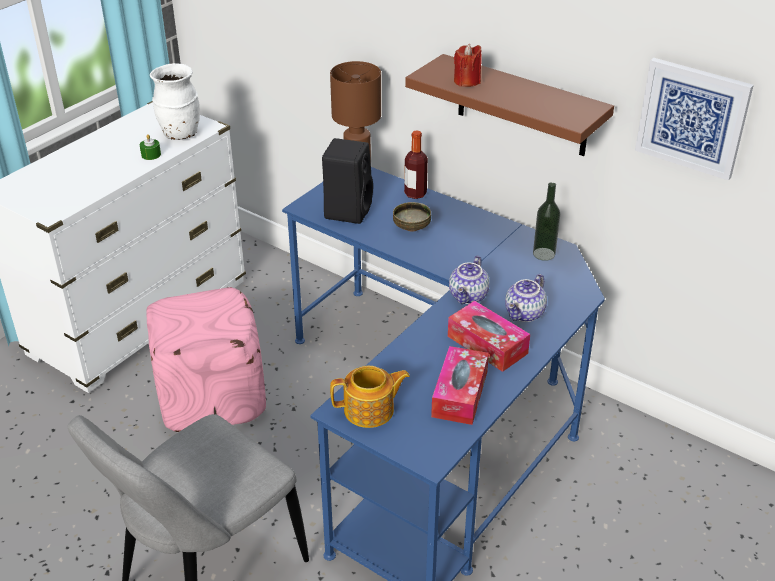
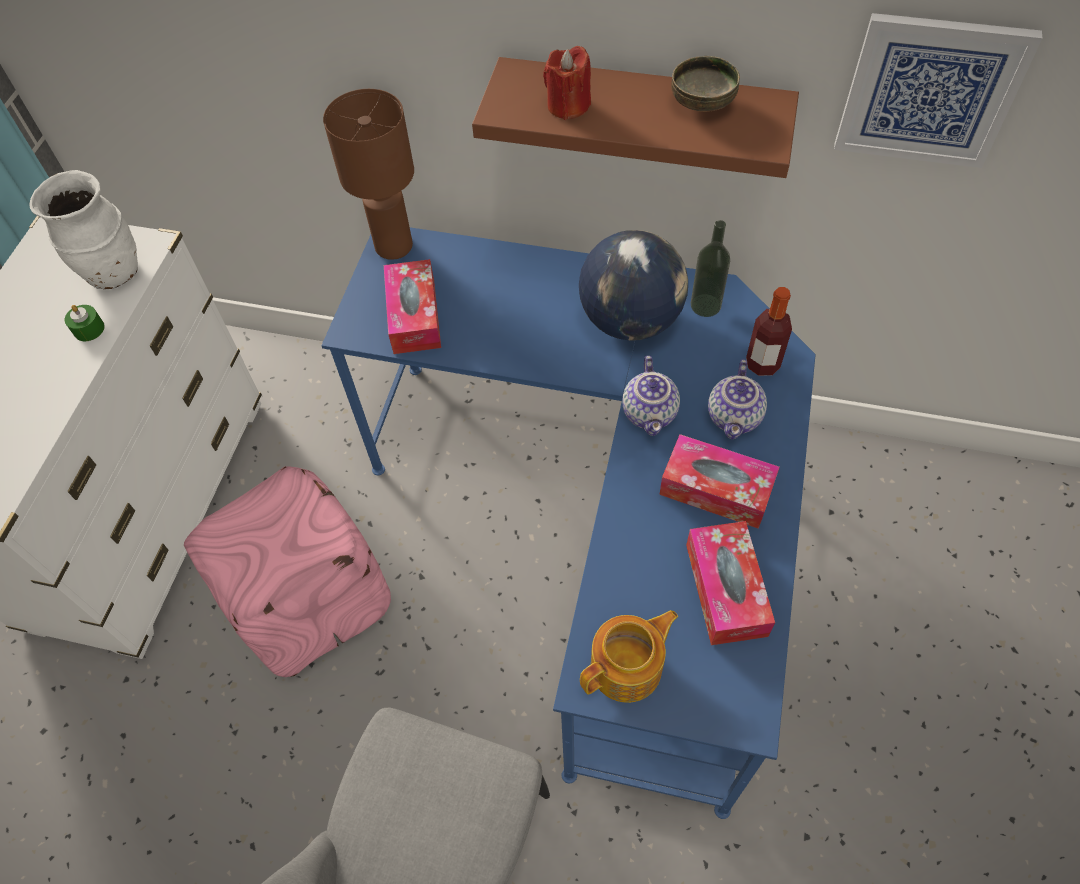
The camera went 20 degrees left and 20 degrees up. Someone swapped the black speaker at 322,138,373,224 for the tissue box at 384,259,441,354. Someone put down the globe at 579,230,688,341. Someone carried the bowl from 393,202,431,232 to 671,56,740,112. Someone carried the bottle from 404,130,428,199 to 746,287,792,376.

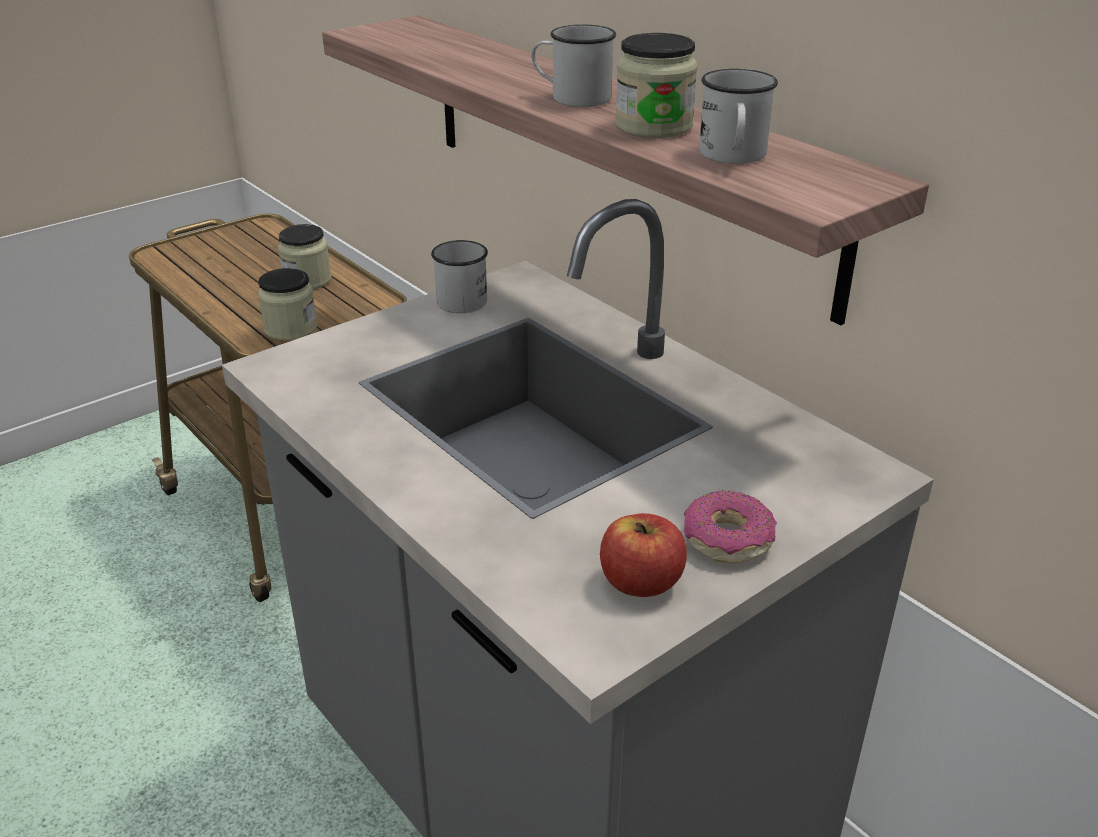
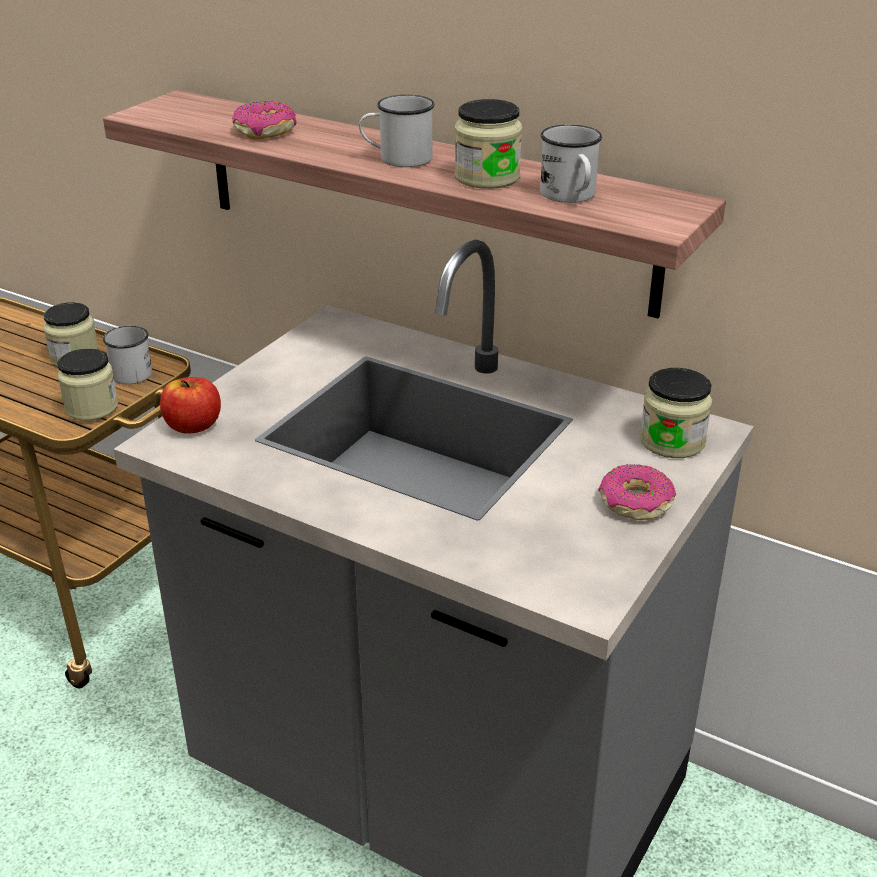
The camera went 20 degrees left and 0 degrees up. Someone carried the white mug from 431,240,488,313 to 103,326,152,384. Someone carried the apple from 600,513,687,597 to 160,377,221,434. Someone put down the donut at 232,101,297,139. Someone put down the jar at 640,368,712,458.

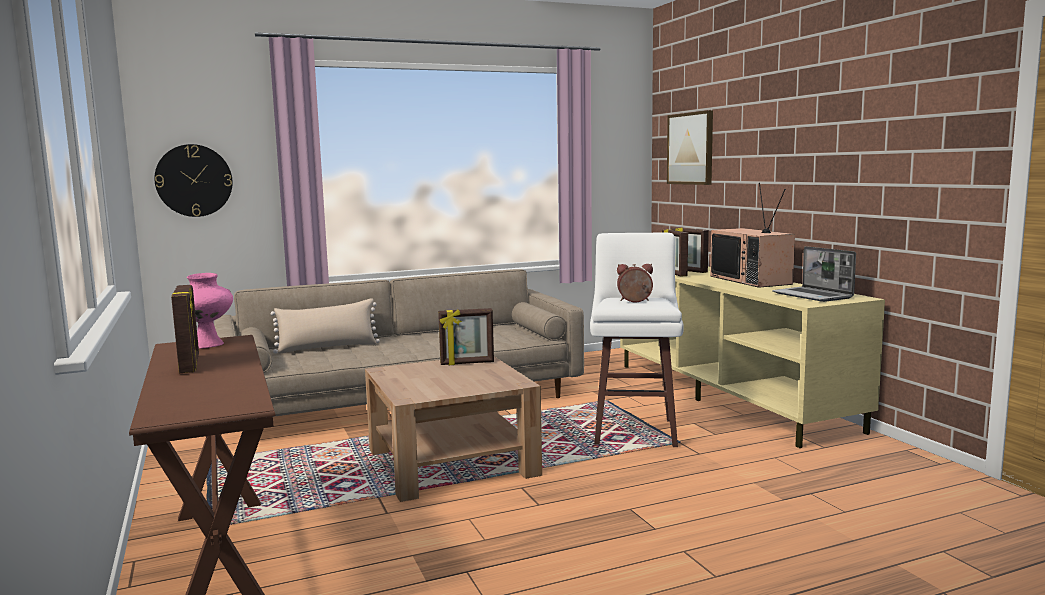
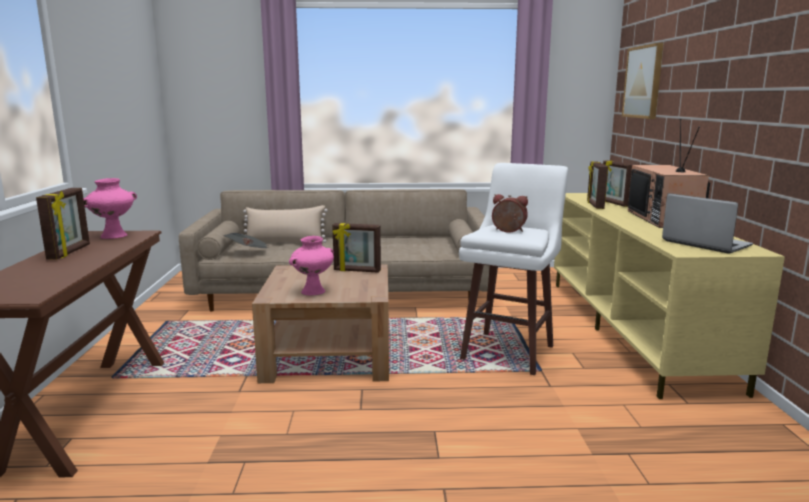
The camera went 20 degrees right and 5 degrees up. Someone put down the newspaper at 223,233,268,248. Someone put down the pink vase at 289,236,334,295. Someone rotated the laptop at 772,246,856,302 by 150 degrees clockwise. Someone took away the wall clock at 154,144,233,217.

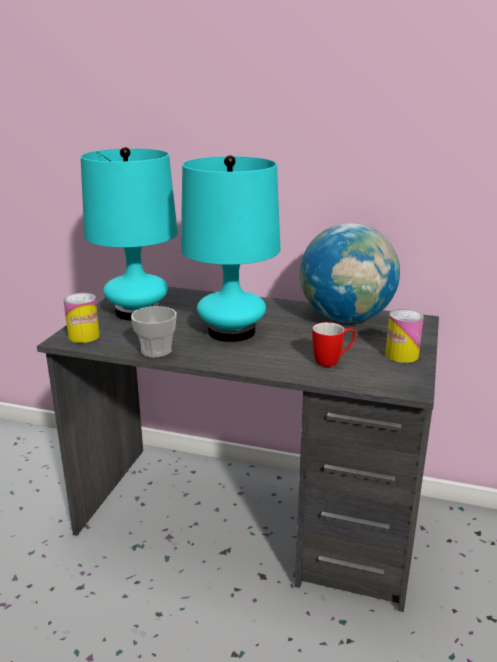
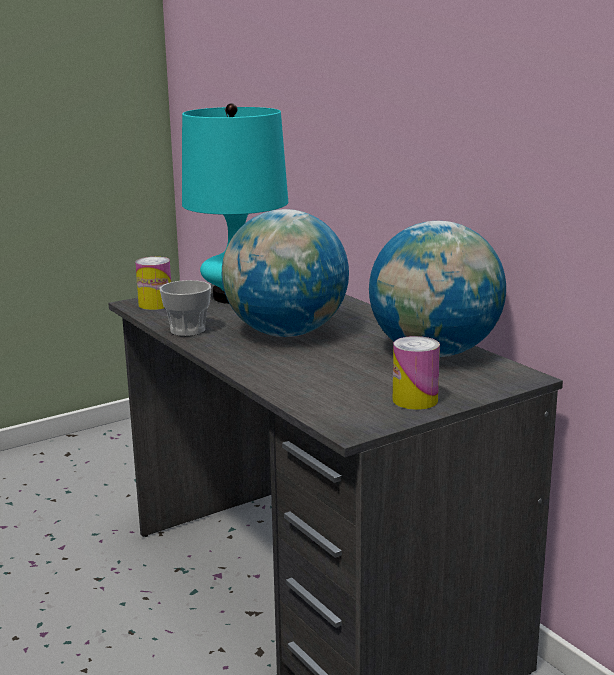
The camera went 40 degrees right and 5 degrees down. Someone swapped the turquoise table lamp at 181,155,280,342 for the globe at 222,209,349,337. Someone took away the mug at 312,322,356,367.

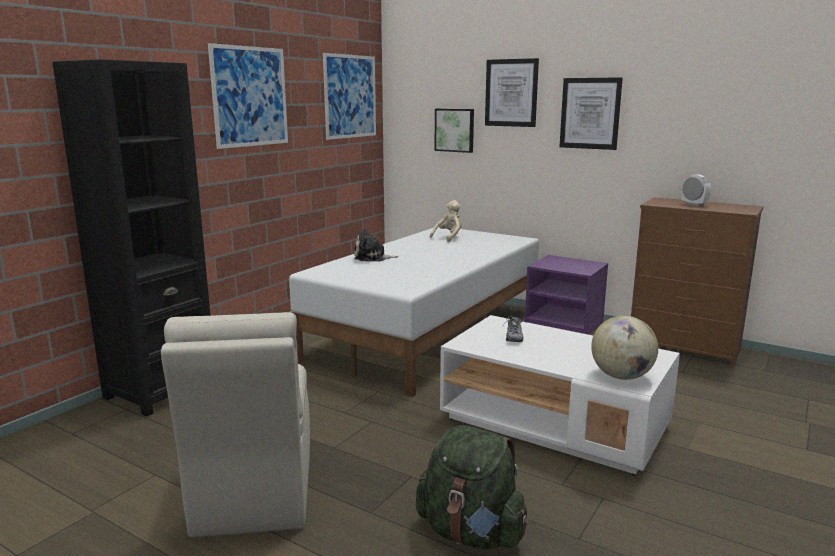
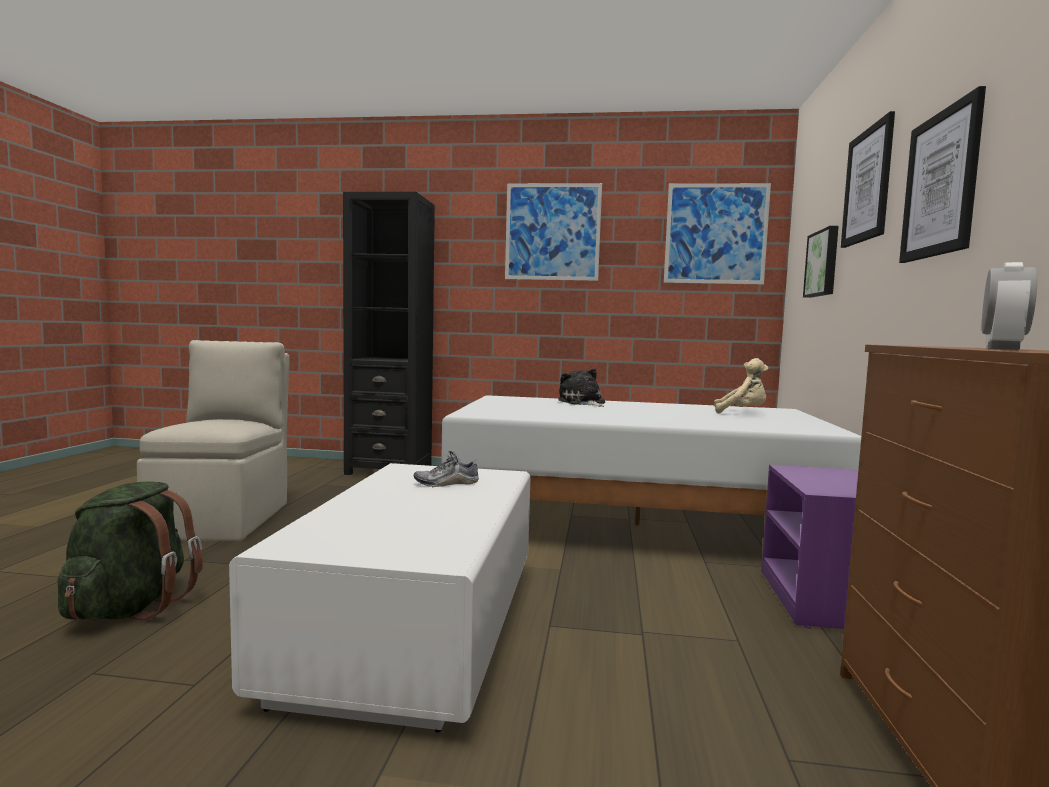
The camera went 65 degrees right and 10 degrees down. Someone rotated the beige chair at 161,312,310,537 by 120 degrees clockwise. Someone took away the globe at 591,316,658,380.

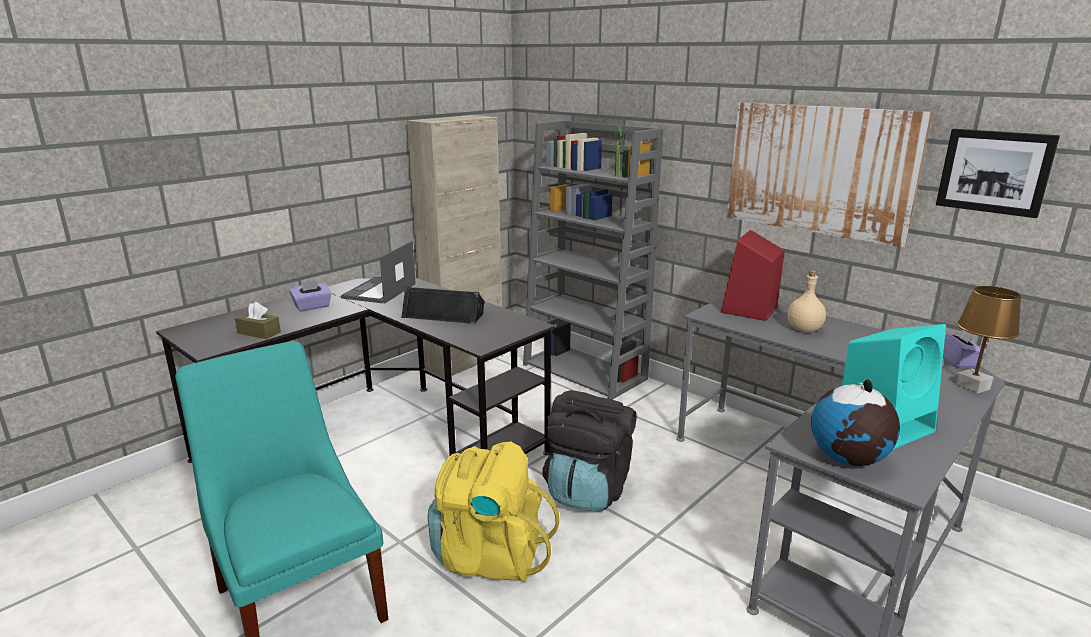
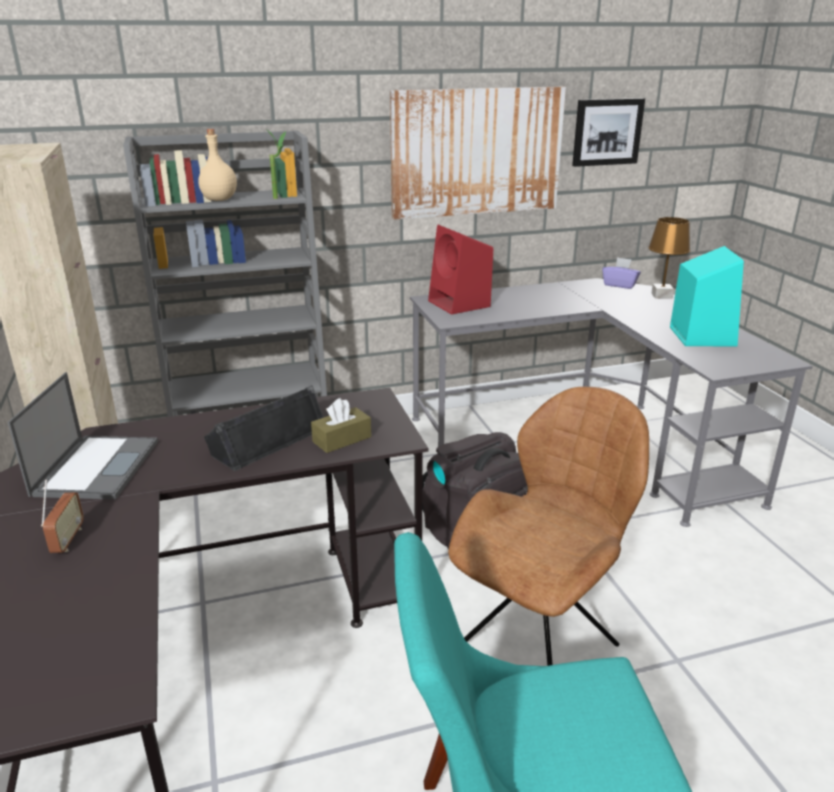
The camera went 60 degrees left and 5 degrees up. Someone rotated the laptop at 341,241,416,304 by 135 degrees counterclockwise. Someone swapped the purple tissue box at 289,281,331,312 for the radio at 41,480,84,553. Someone carried the beige bottle from 787,270,826,332 to 198,129,237,201. Someone carried the brown tissue box from 235,302,281,339 to 311,398,371,453. Someone swapped the yellow backpack at 427,442,559,582 for the brown chair at 448,387,649,666. Someone took away the globe at 811,379,900,466.

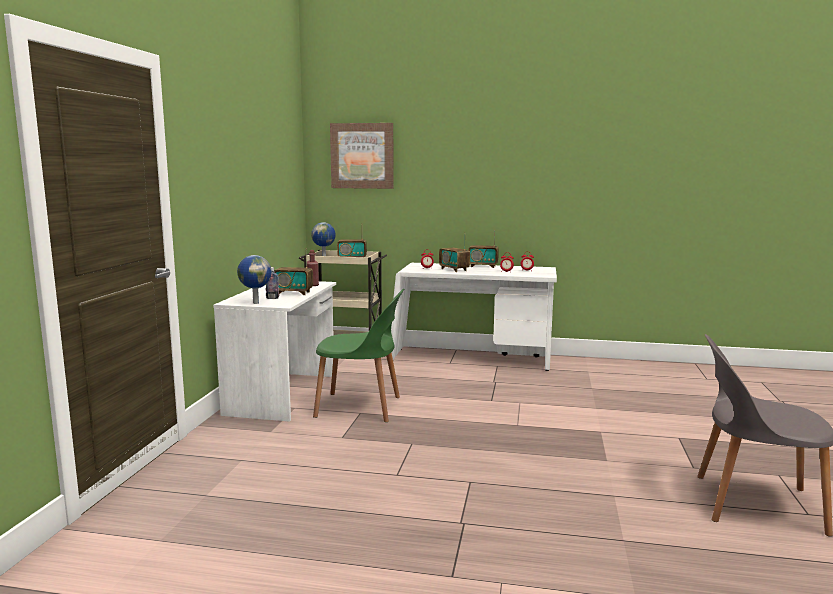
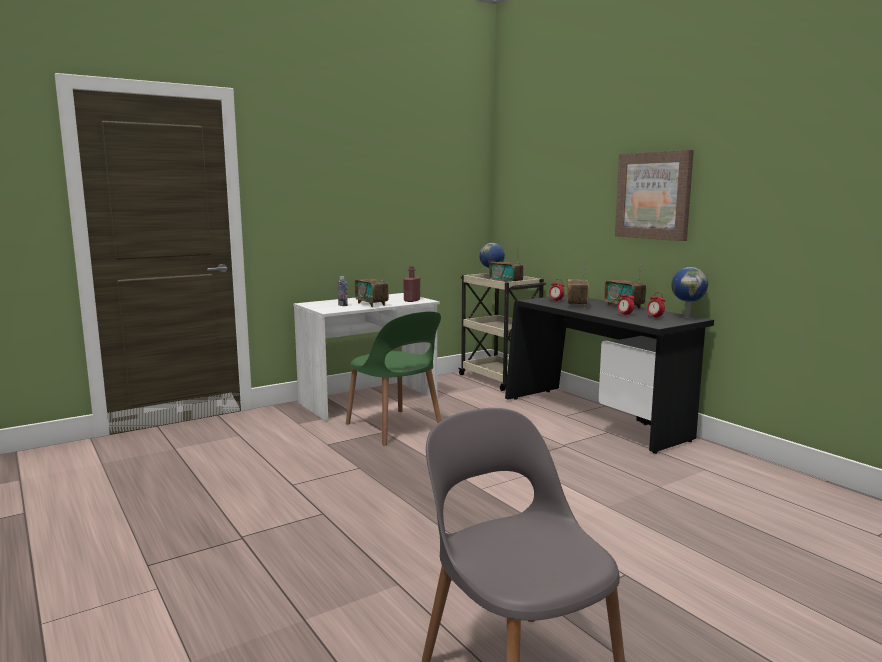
The camera went 45 degrees right and 0 degrees up. Someone repainted the white desk at 387,263,557,371, which became the black desk at 505,295,714,454. Someone carried the picture from 330,123,394,189 to 615,150,694,241. Someone carried the globe from 237,255,272,304 to 671,267,708,318.

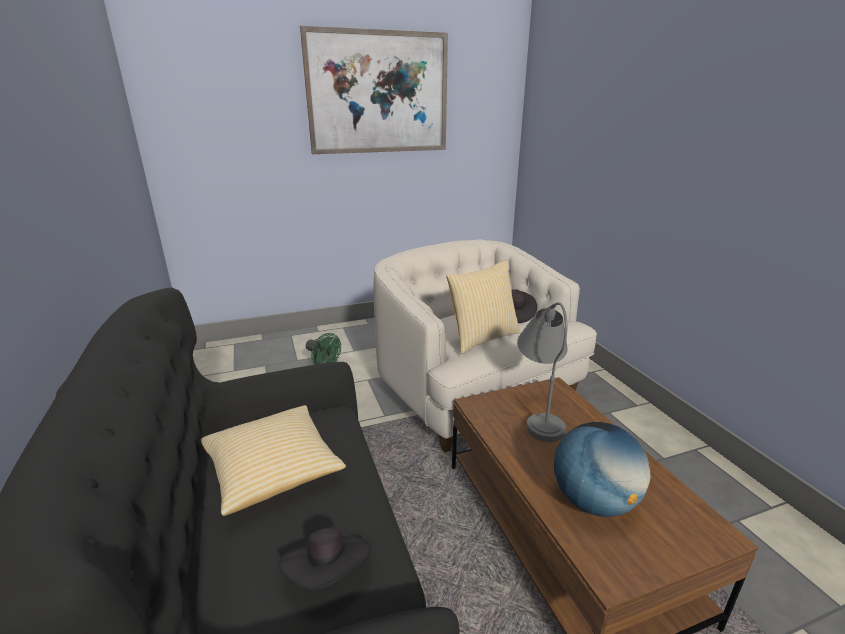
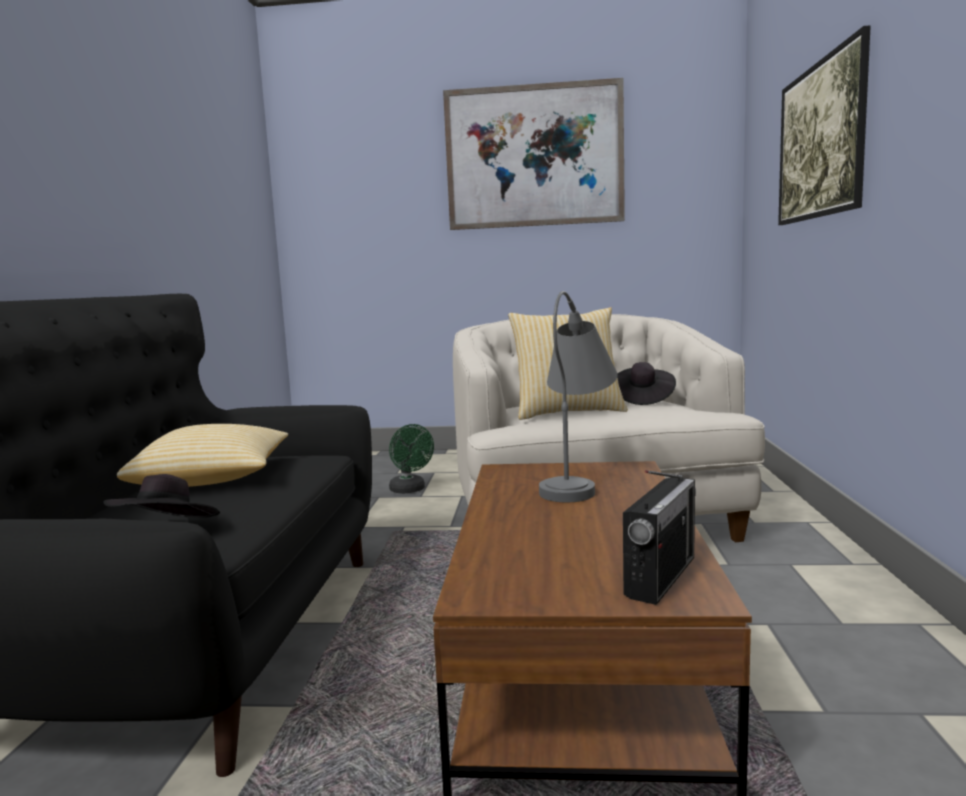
The camera went 25 degrees right and 15 degrees down. Someone put down the radio at 623,470,696,605. Someone put up the picture at 778,25,871,225. Someone took away the globe at 554,422,651,517.

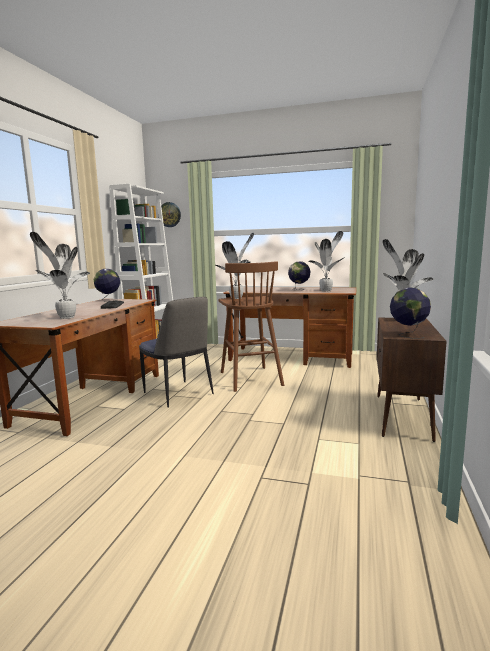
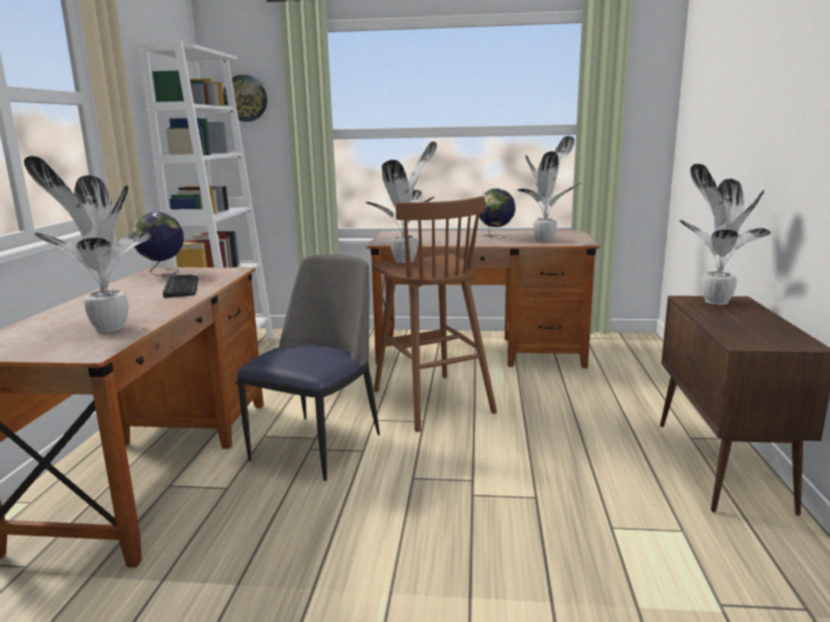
The camera went 10 degrees left and 5 degrees up. Someone rotated the chair at 139,297,214,408 by 105 degrees counterclockwise. Someone took away the globe at 390,287,431,339.

